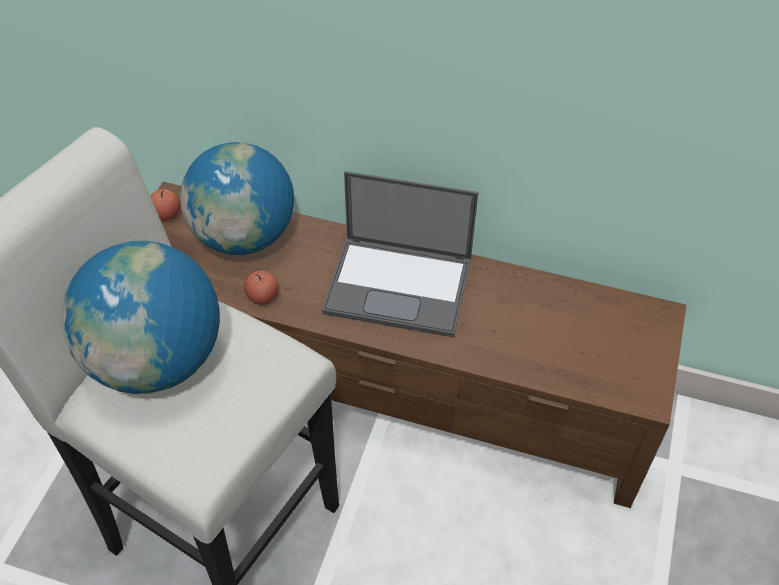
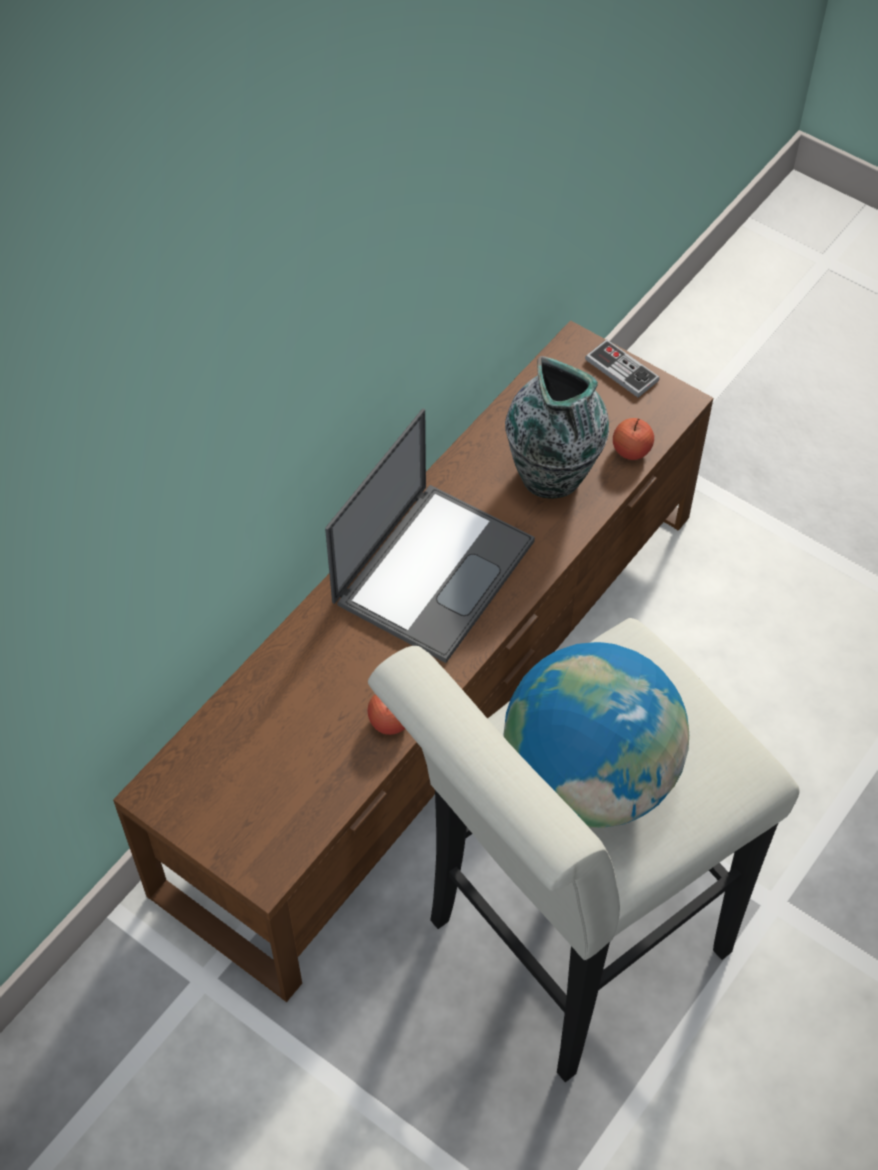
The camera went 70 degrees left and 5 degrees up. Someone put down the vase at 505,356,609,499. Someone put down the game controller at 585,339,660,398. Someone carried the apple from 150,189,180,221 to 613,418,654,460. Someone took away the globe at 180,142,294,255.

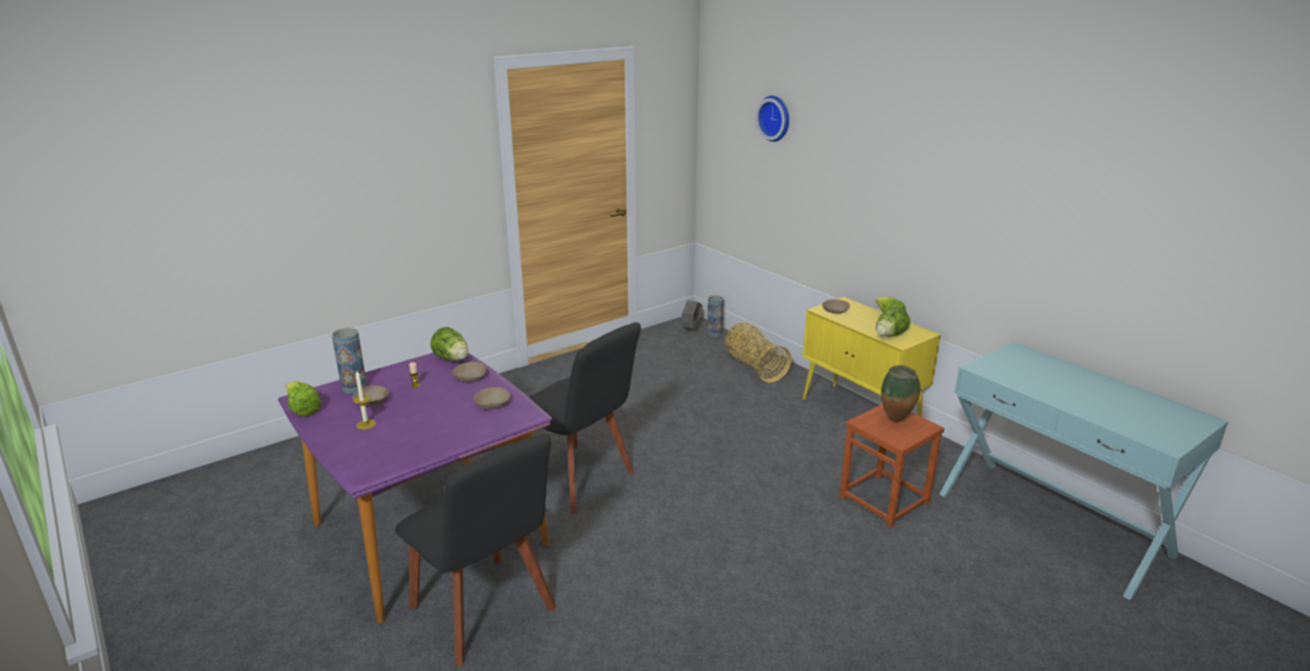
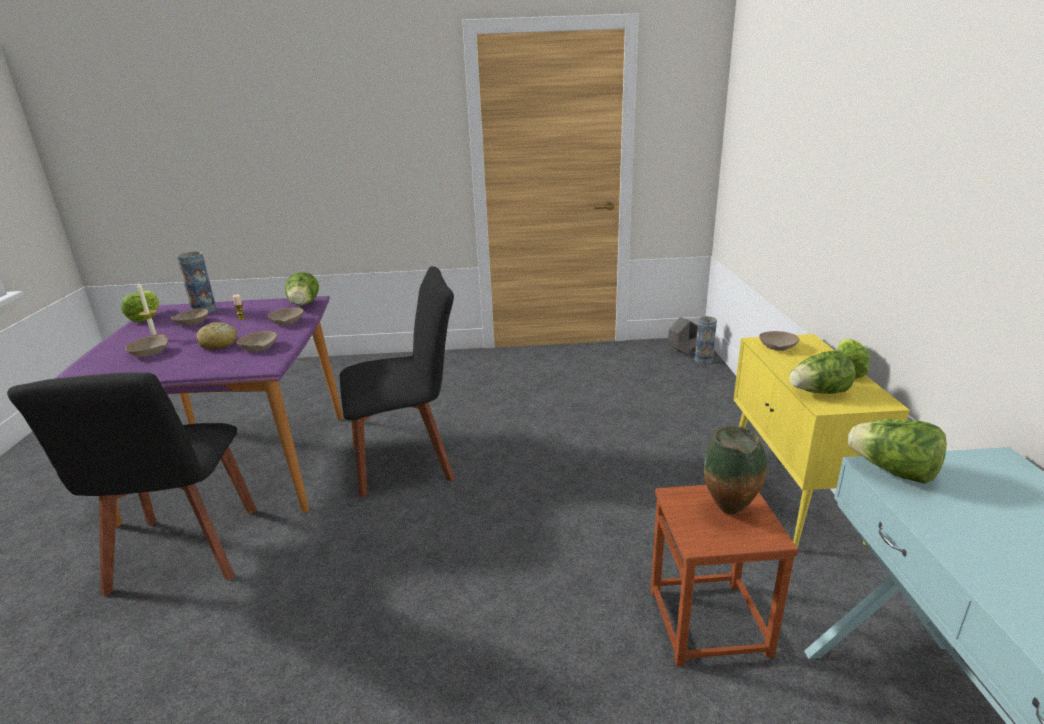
The camera went 35 degrees right and 0 degrees up. Someone put down the beige bowl at 125,336,168,357. Someone put down the bread at 197,322,237,350. Someone rotated the black chair at 529,322,641,513 by 90 degrees counterclockwise. Someone put down the lettuce at 848,419,947,484. Someone took away the basket at 725,323,791,383. Someone took away the wall clock at 756,96,789,142.

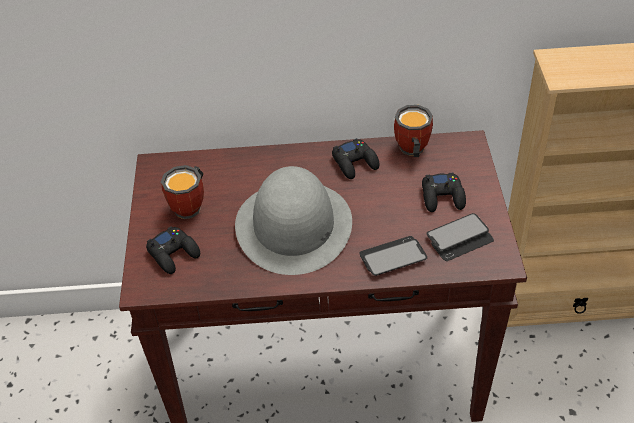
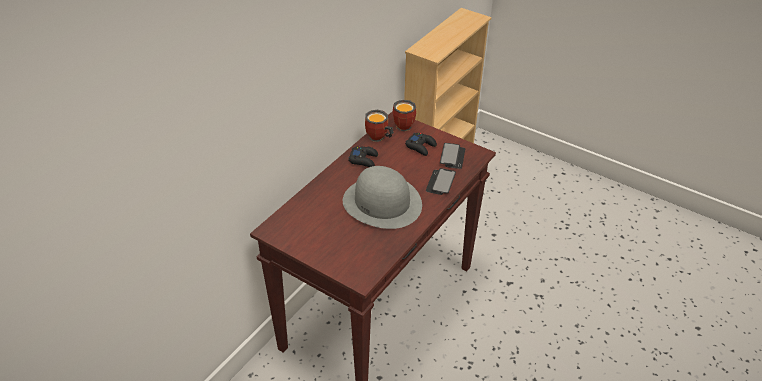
The camera went 55 degrees left and 5 degrees down. Someone carried the mug from 161,165,204,219 to 393,100,416,131. Someone took away the black game controller at 146,226,200,274.

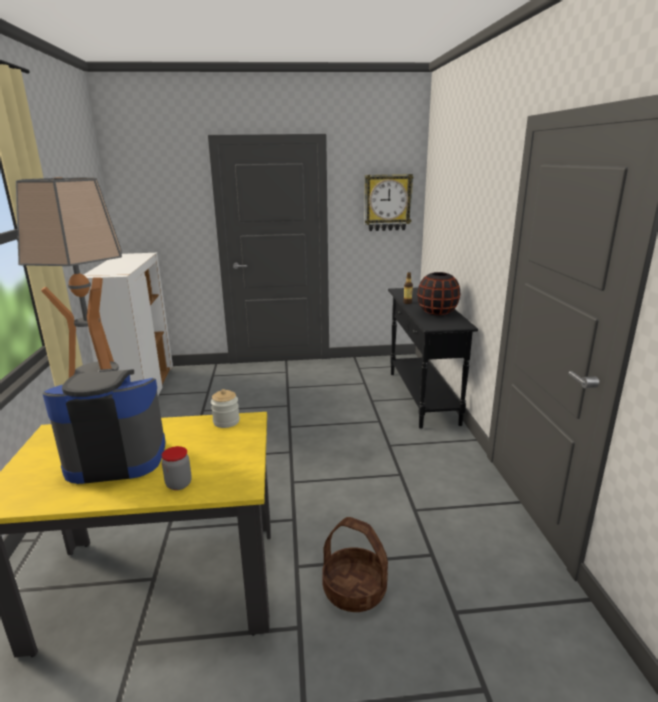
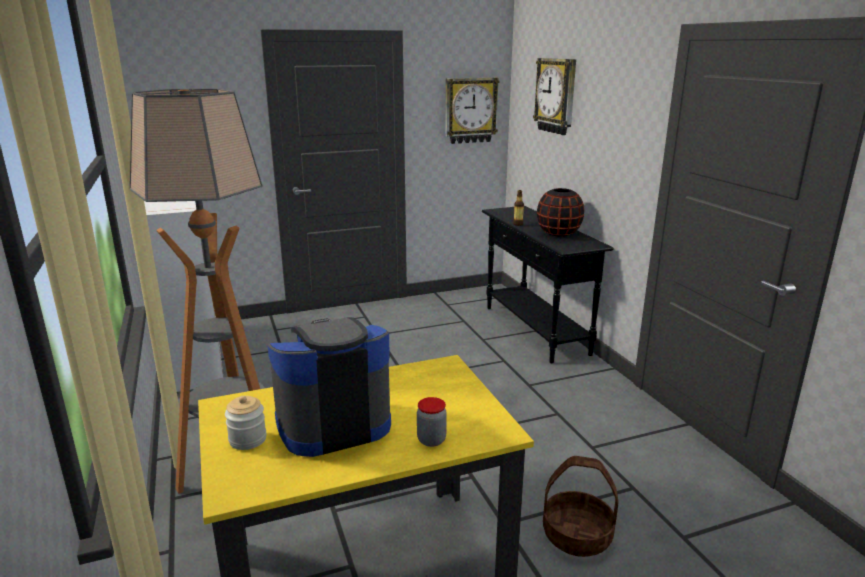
The camera went 15 degrees left and 0 degrees up. Someone carried the jar from 211,389,240,428 to 225,396,267,450. Someone put up the wall clock at 533,58,576,135.

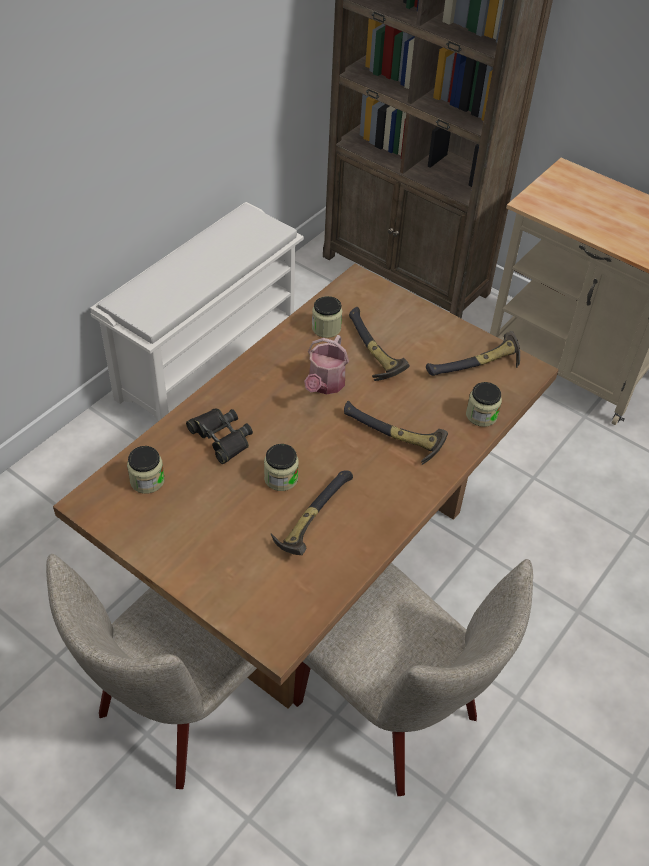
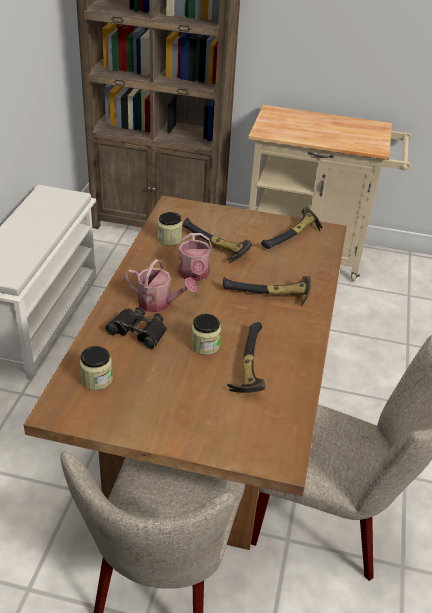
The camera went 25 degrees left and 10 degrees down. Someone put down the watering can at 124,259,197,312. Someone took away the jar at 466,382,502,427.

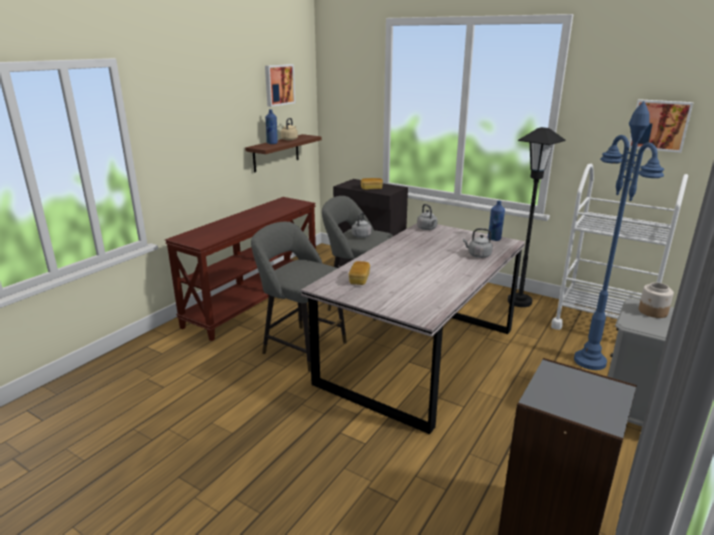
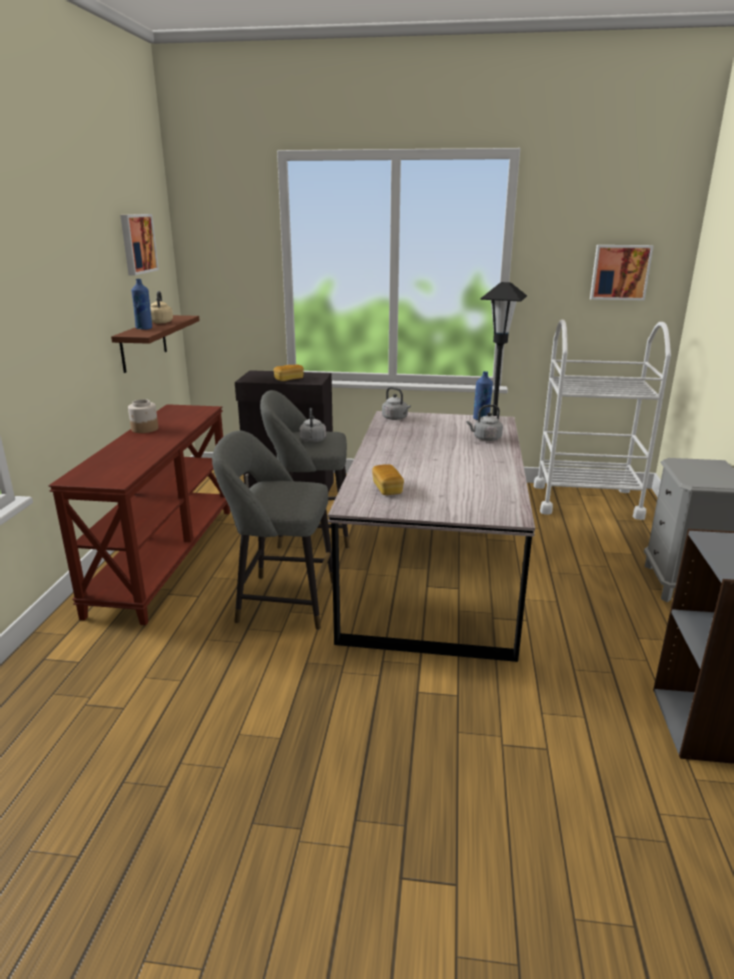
The camera went 25 degrees left and 0 degrees up. Someone carried the jar from 639,282,674,318 to 128,399,158,433. Someone took away the blue floor lamp at 574,101,664,370.

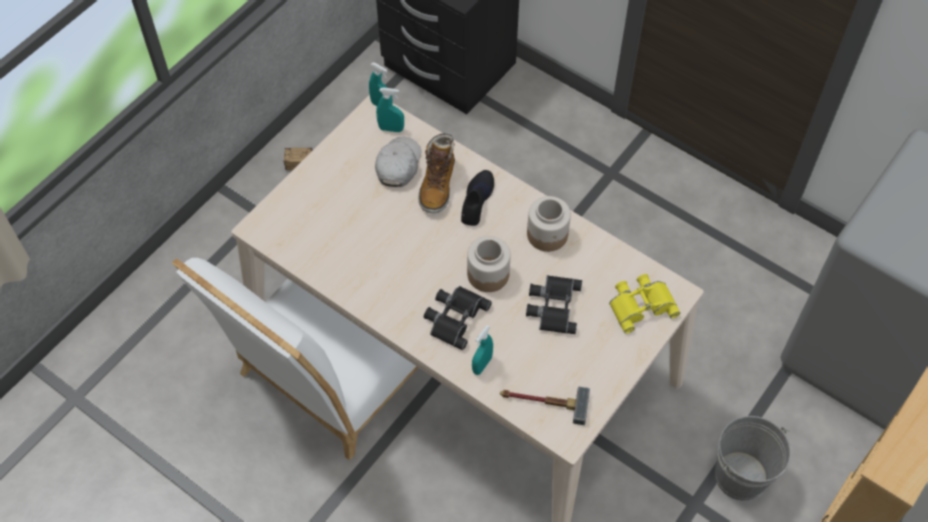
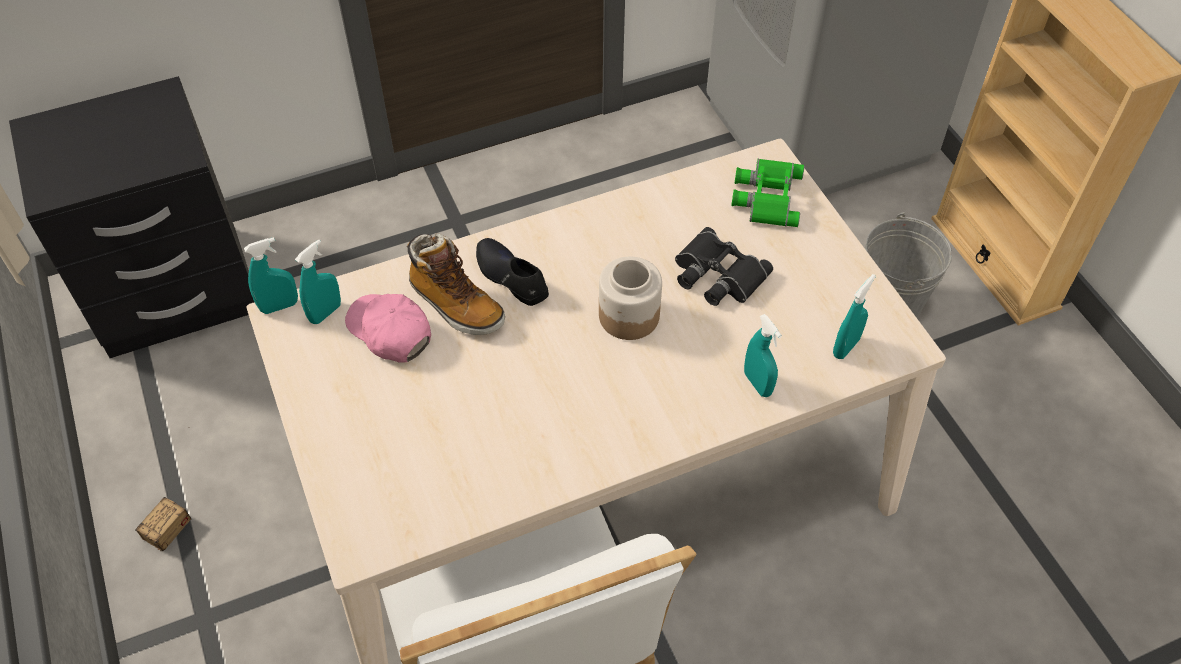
The camera went 60 degrees left and 5 degrees down. Someone repainted the white cap at 375,137,421,187, which became the pink cap at 345,294,431,363. Someone repainted the yellow binoculars at 609,274,680,333, which became the green binoculars at 731,159,804,227. Someone swapped the hammer at 500,387,590,425 for the turquoise spray bottle at 833,274,876,359. Someone took away the black binoculars at 424,286,492,350. Someone took away the jar at 527,196,571,252.

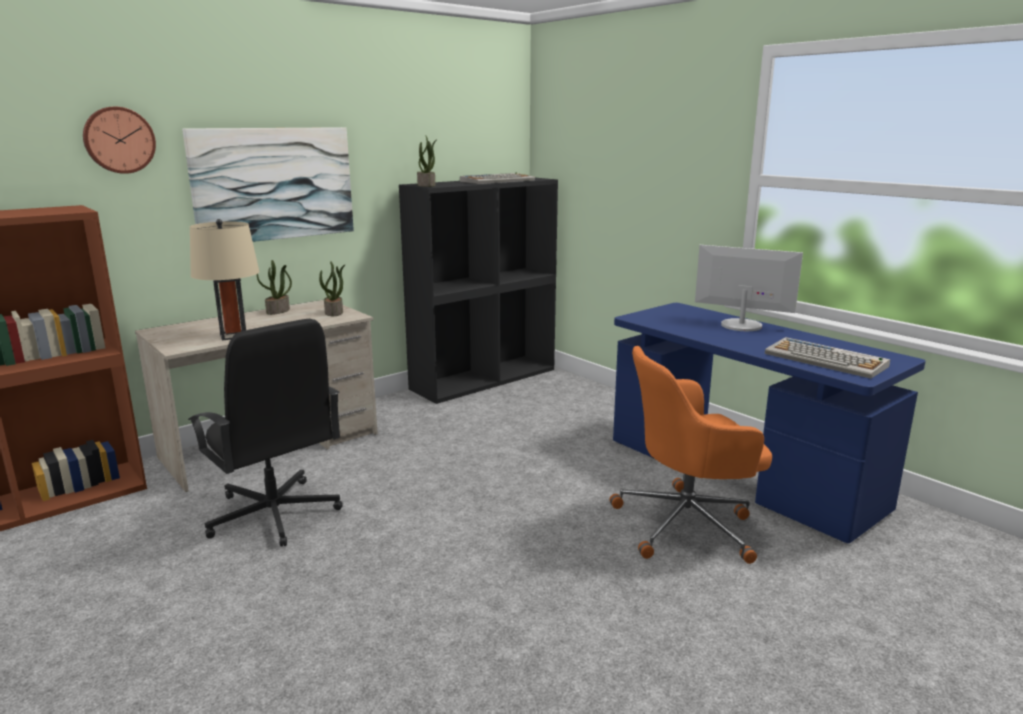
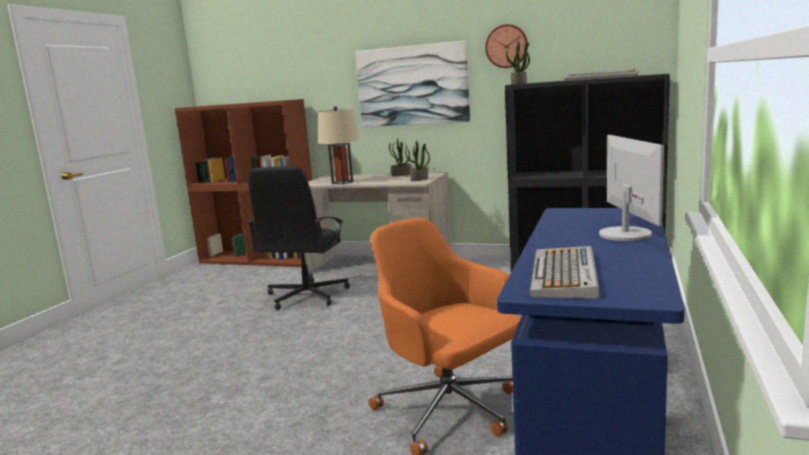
The camera went 60 degrees right and 5 degrees down. Someone carried the wall clock from 83,107,156,174 to 485,24,528,68.

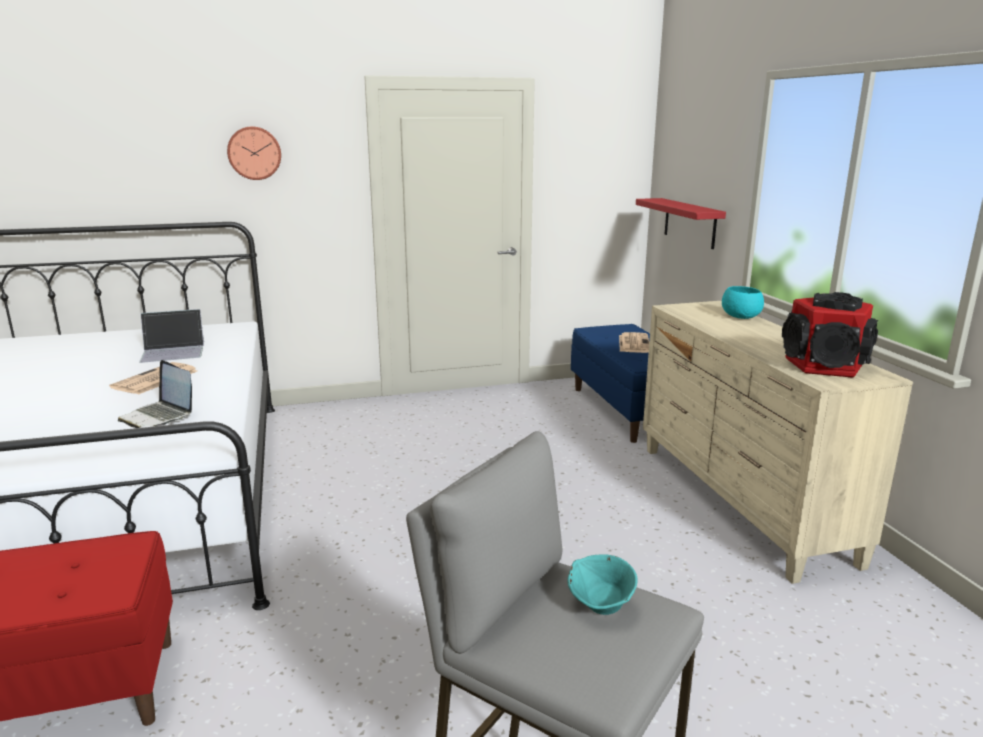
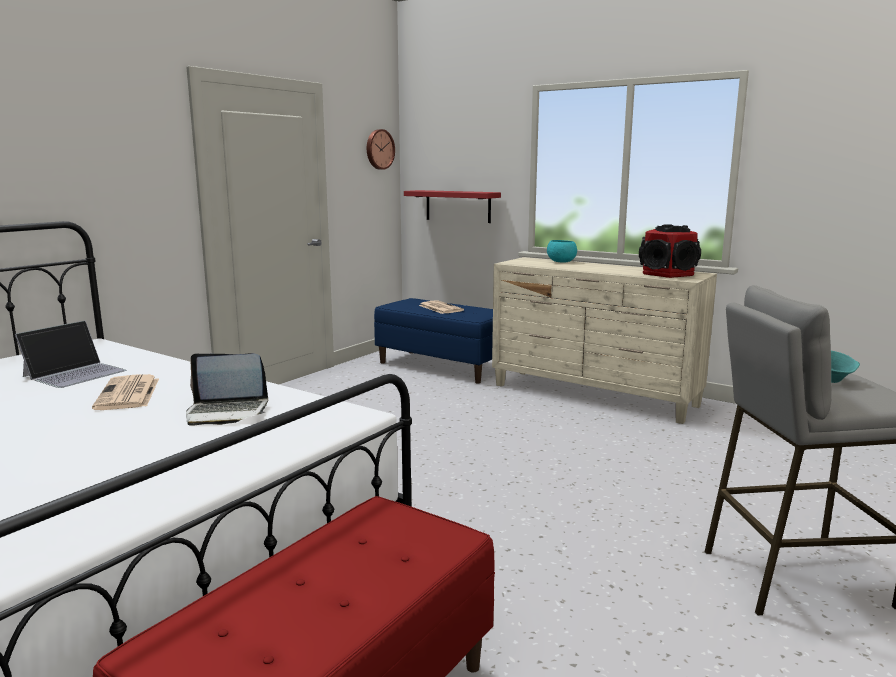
The camera went 40 degrees left and 5 degrees down. Someone carried the wall clock from 227,126,281,180 to 367,129,395,170.

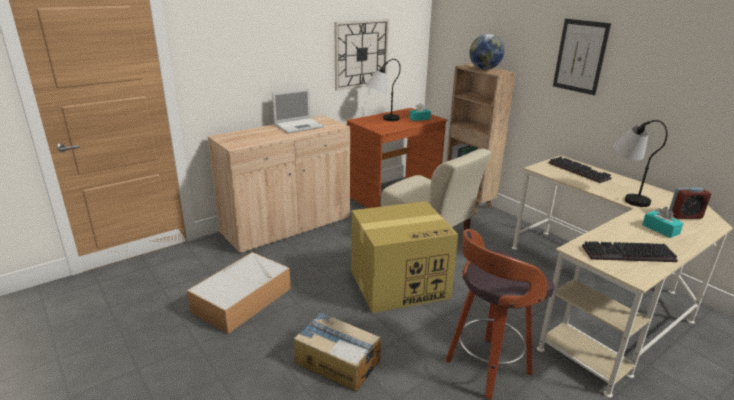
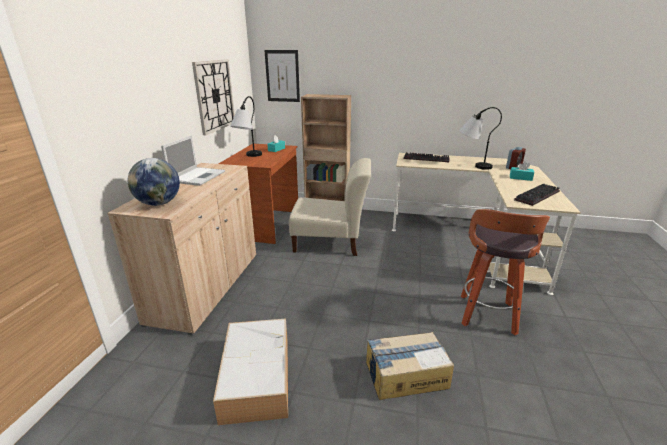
The camera went 40 degrees left and 0 degrees up. Someone carried the globe from 469,34,504,70 to 128,158,180,206. Someone carried the picture from 553,19,611,95 to 265,50,300,102. Someone took away the cardboard box at 351,201,458,313.

